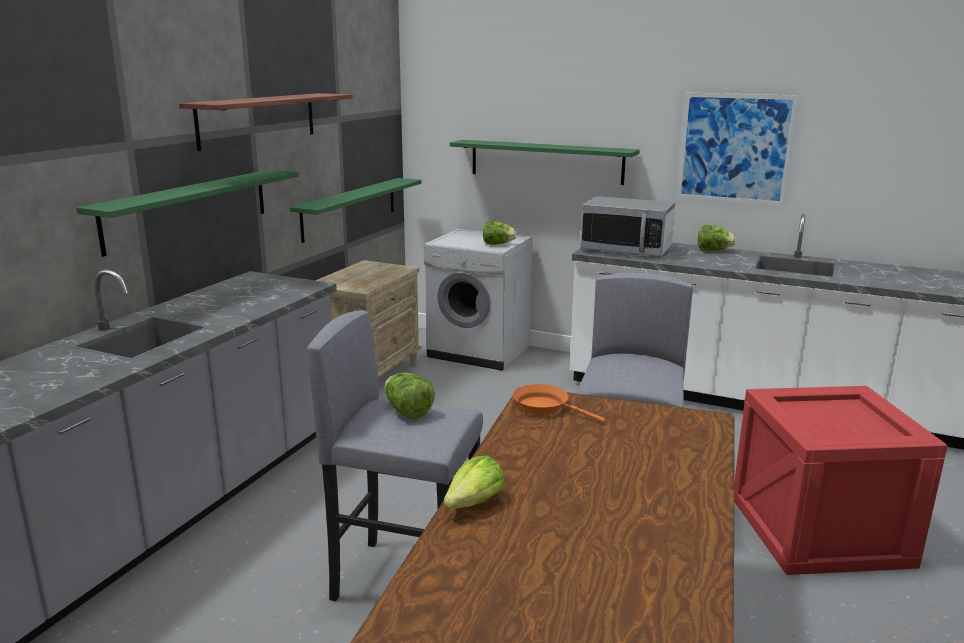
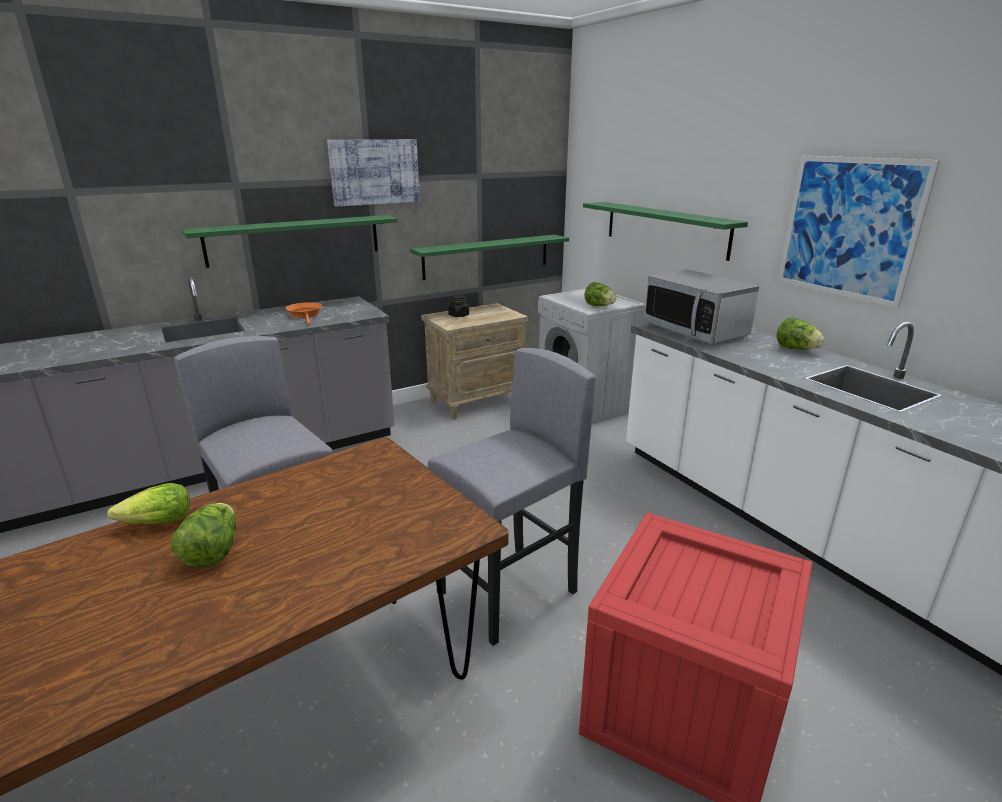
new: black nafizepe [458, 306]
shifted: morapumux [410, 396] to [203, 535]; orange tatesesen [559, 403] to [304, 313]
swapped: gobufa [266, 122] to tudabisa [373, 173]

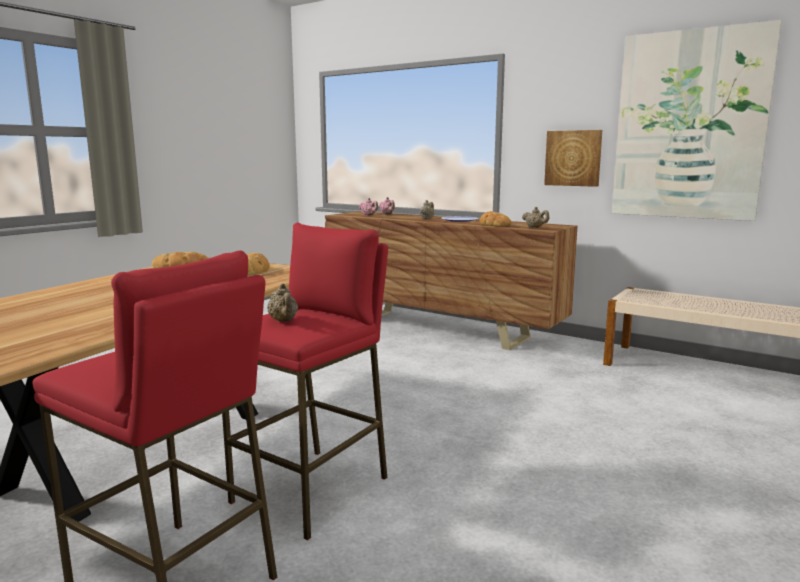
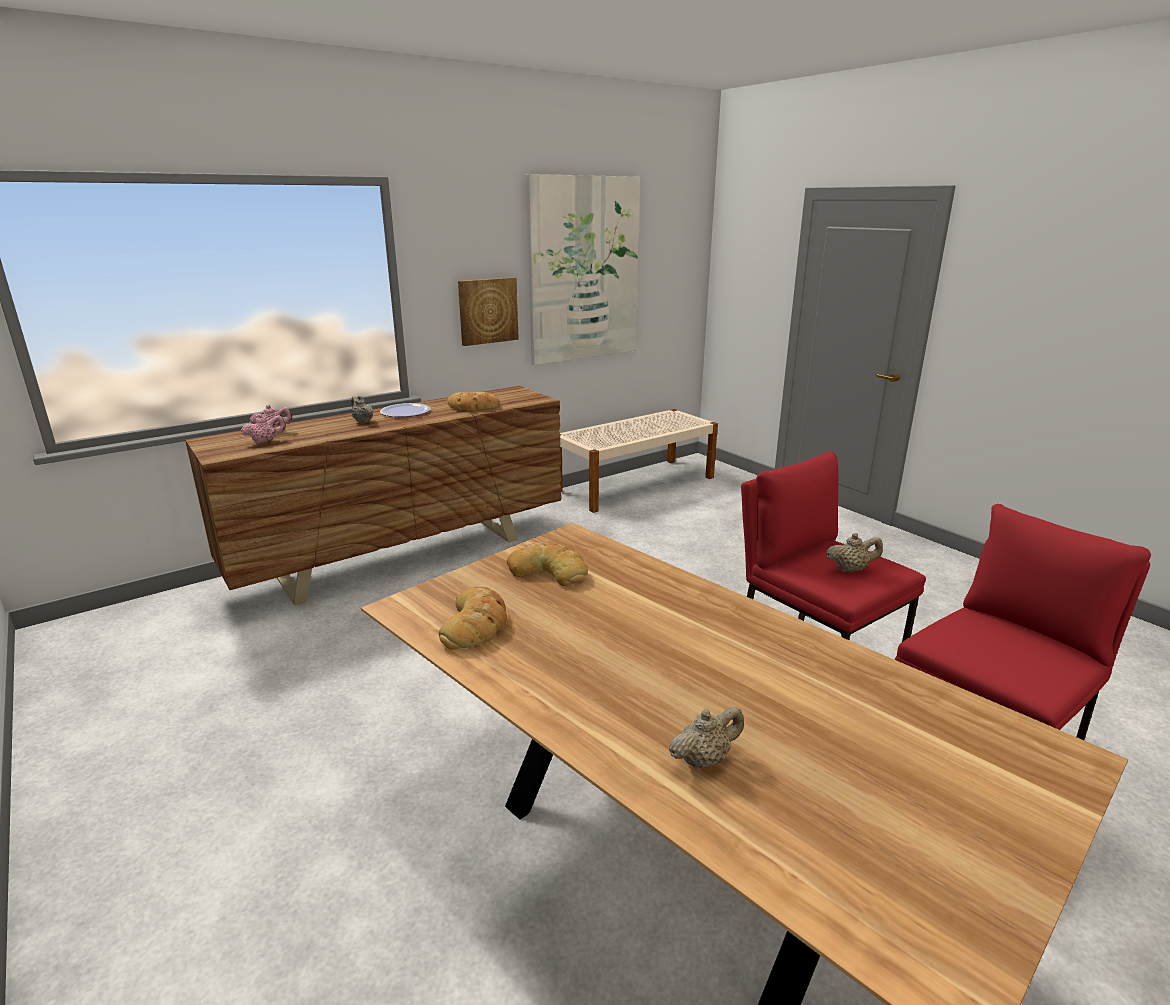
shifted: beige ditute [535, 217] to [706, 738]

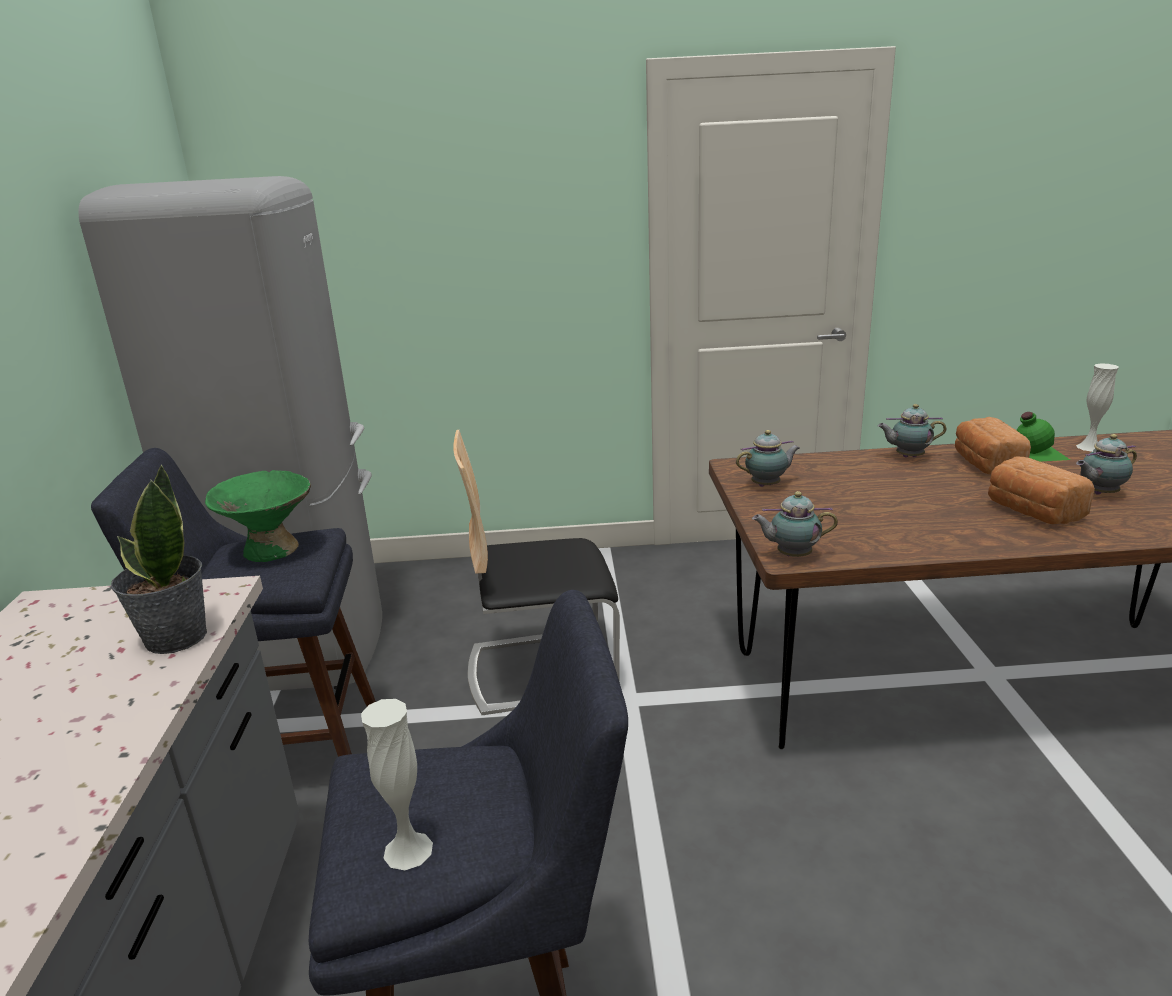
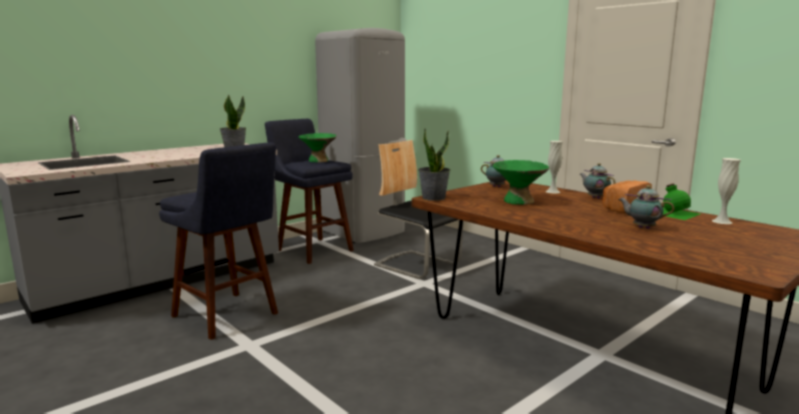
gone: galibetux [1041, 490]
new: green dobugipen [521, 182]
shifted: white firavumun [397, 784] to [554, 167]
swapped: ditute [795, 524] to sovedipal [434, 165]

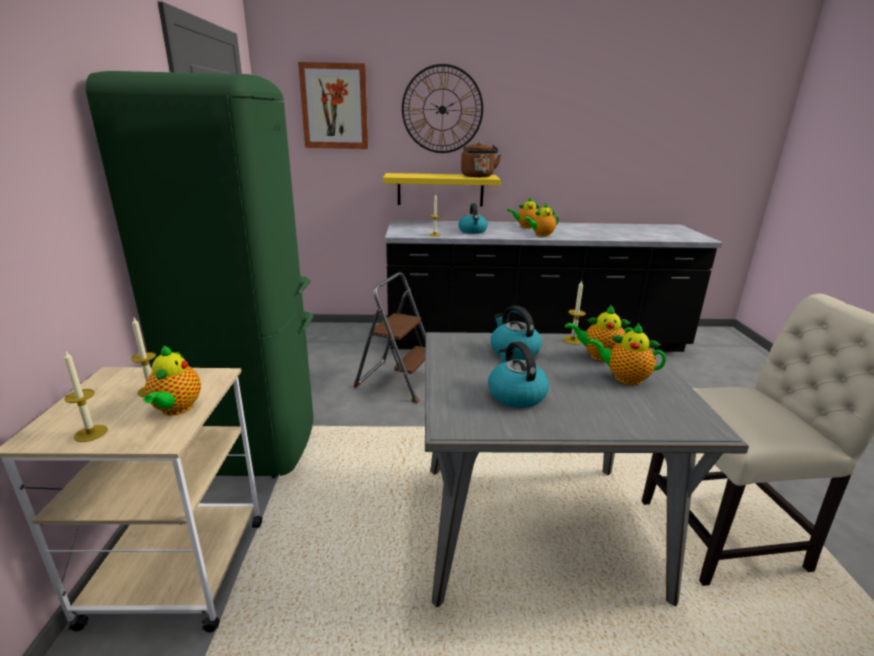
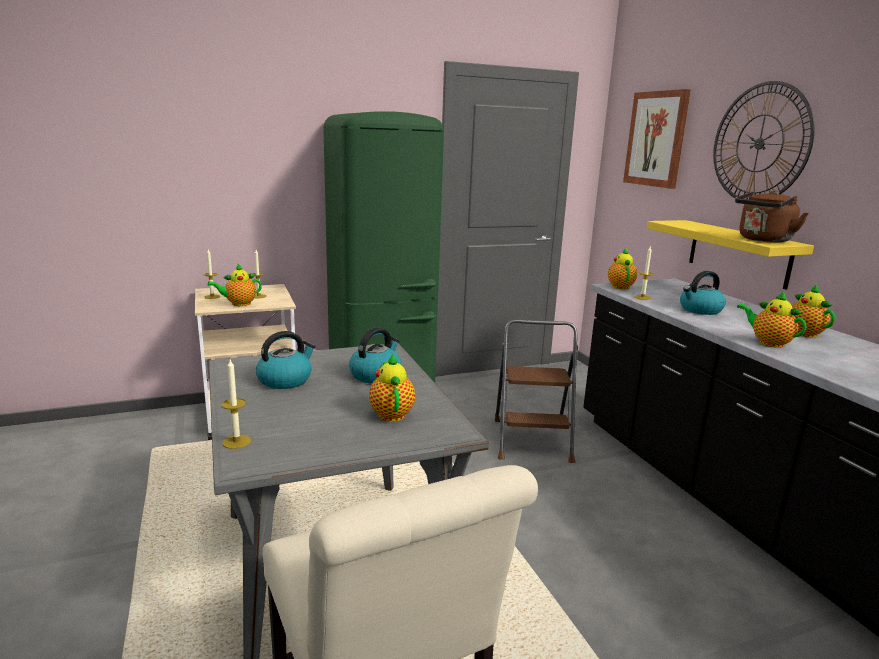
shifted: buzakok [574, 312] to [236, 404]; ditute [626, 354] to [622, 268]

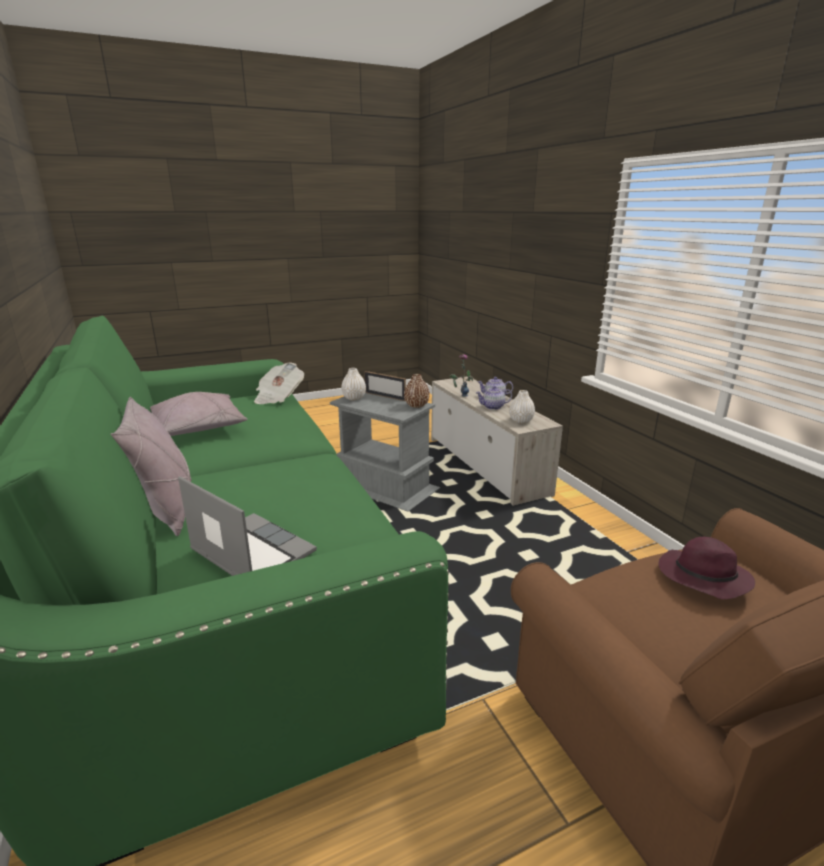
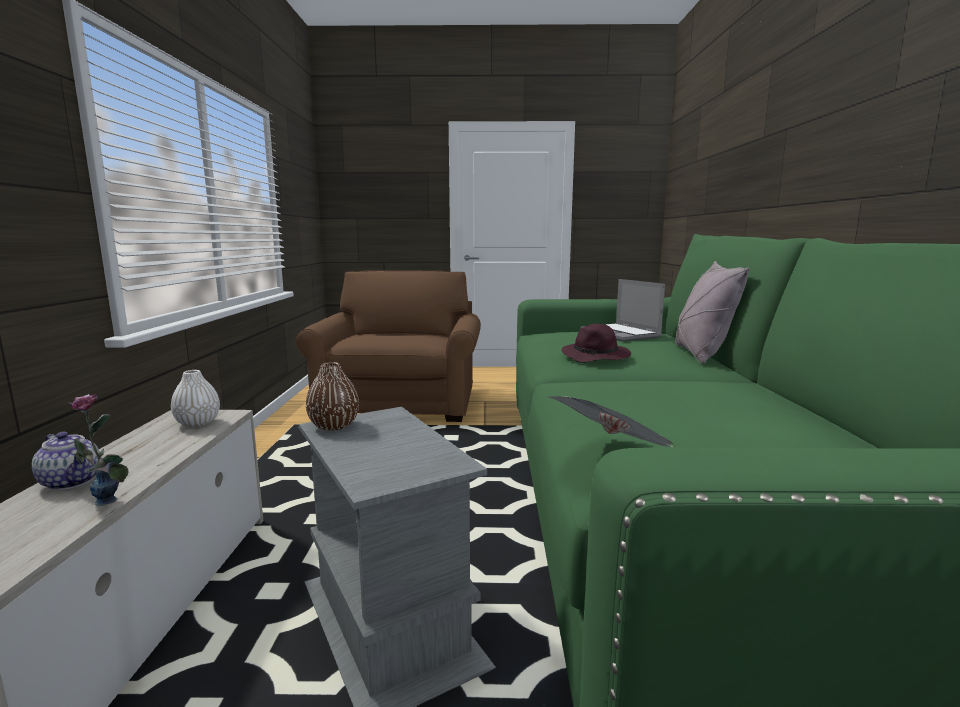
gone: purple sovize [199, 414]; white firavumun [353, 384]; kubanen [385, 386]; ditute [494, 398]
shifted: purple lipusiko [707, 568] to [596, 343]

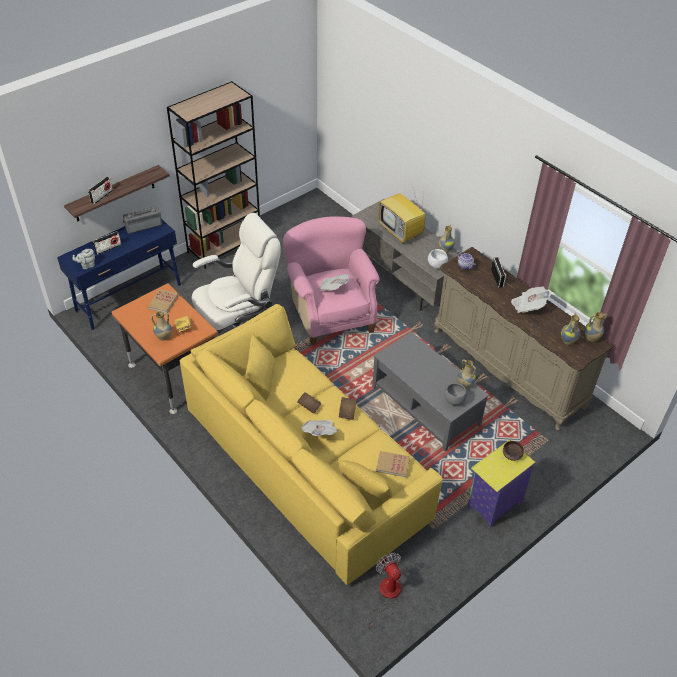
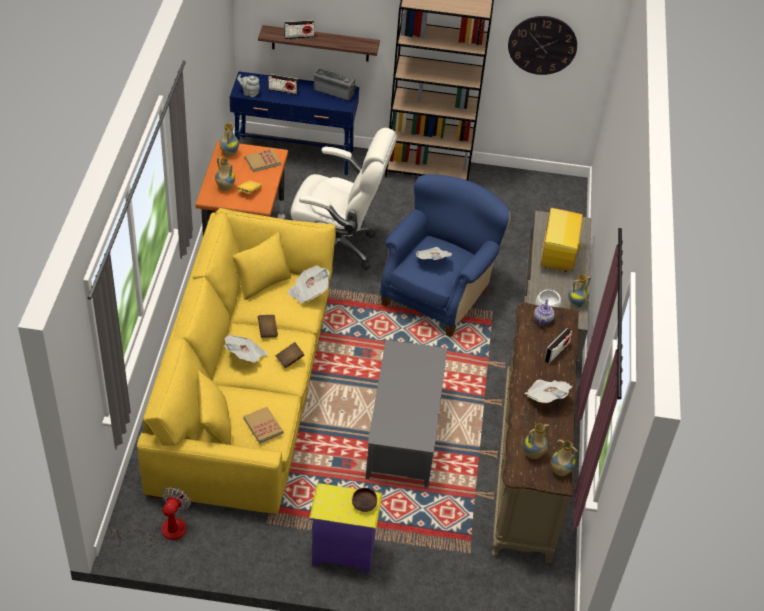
gone: grey dobugipen [455, 394]
new: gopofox [309, 284]; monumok [542, 45]
shifted: firavumun [466, 373] to [229, 139]
repainted: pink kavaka [331, 280] to blue kavaka [445, 255]

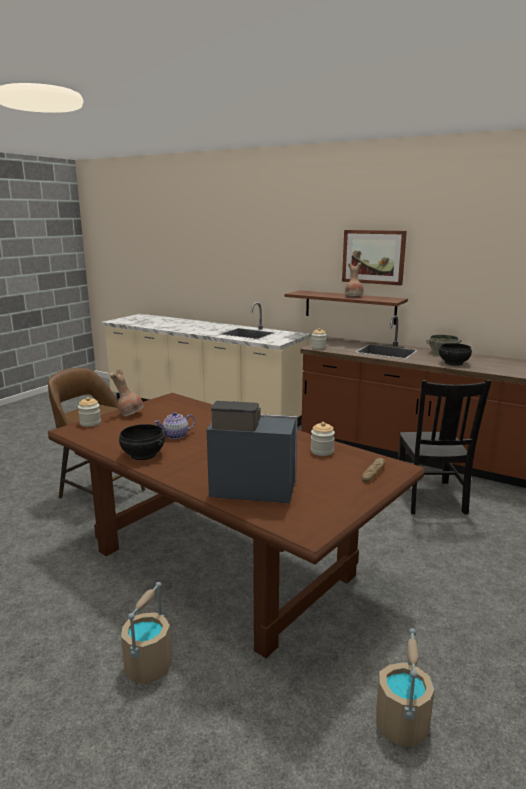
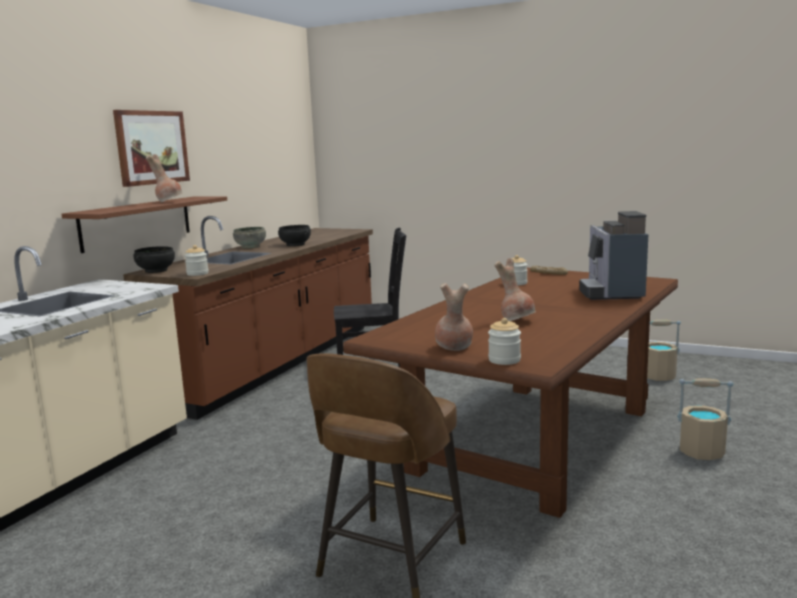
shifted: black dobugipen [142, 442] to [154, 259]
swapped: ditute [174, 425] to brown firavumun [515, 289]

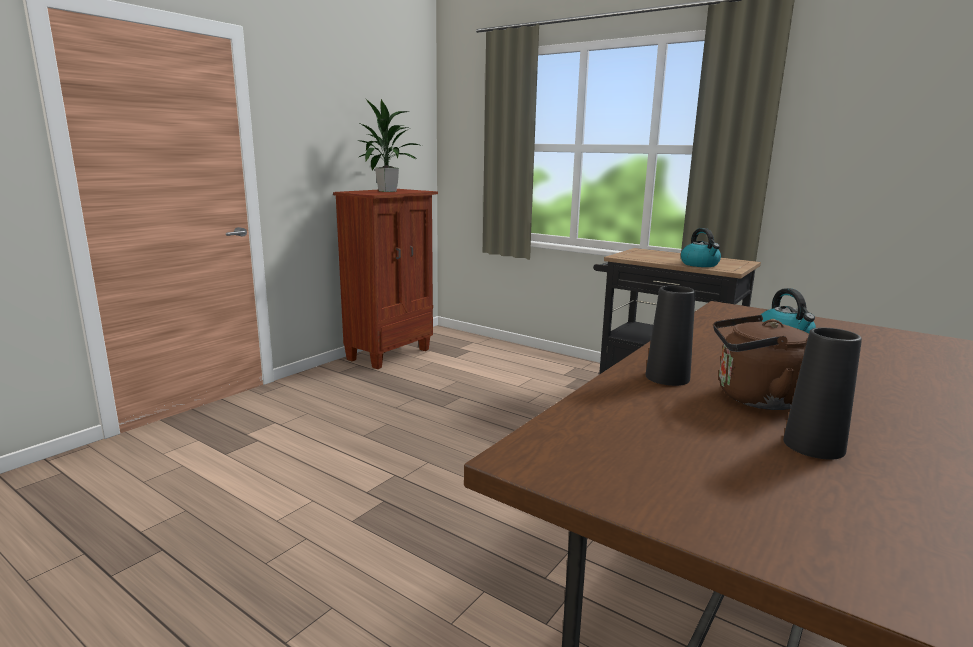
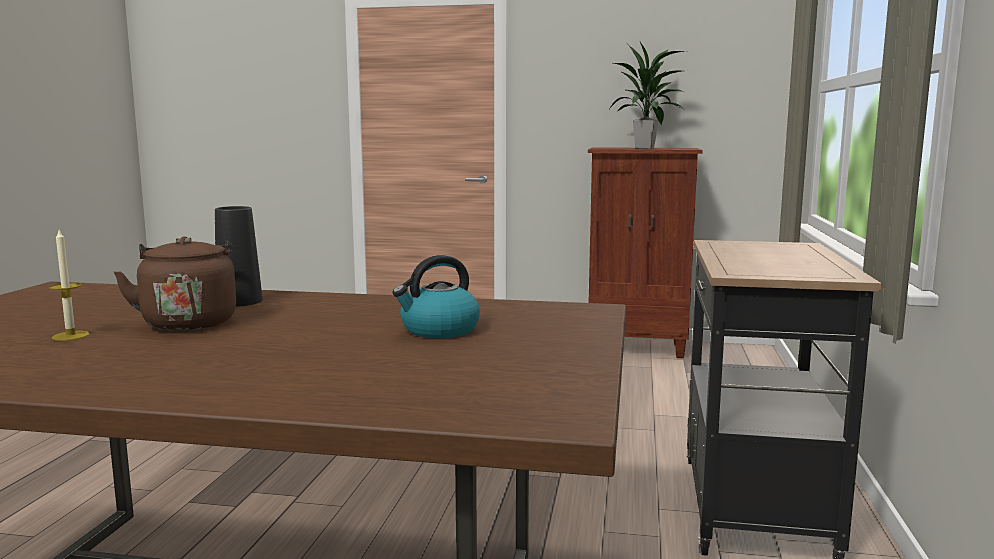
gone: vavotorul [701, 247]
swapped: black firavumun [822, 394] to buzakok [69, 285]

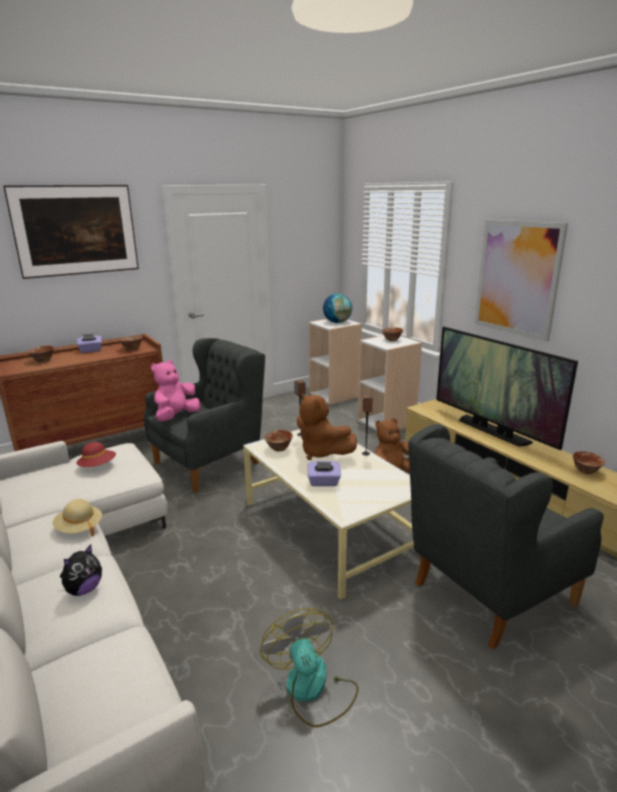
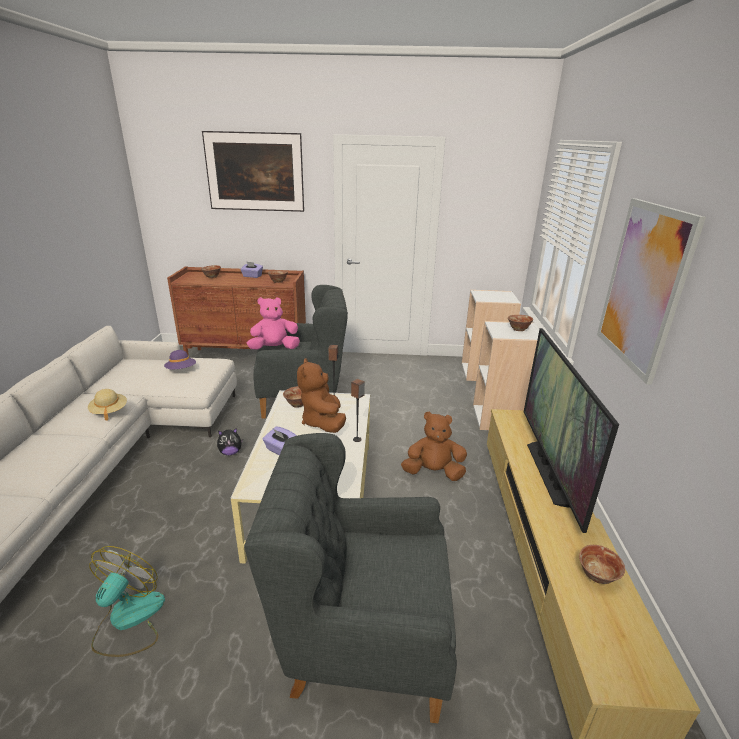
gone: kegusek [337, 308]
shifted: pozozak [81, 570] to [230, 441]
repainted: red lipusiko [96, 454] to purple lipusiko [180, 359]

